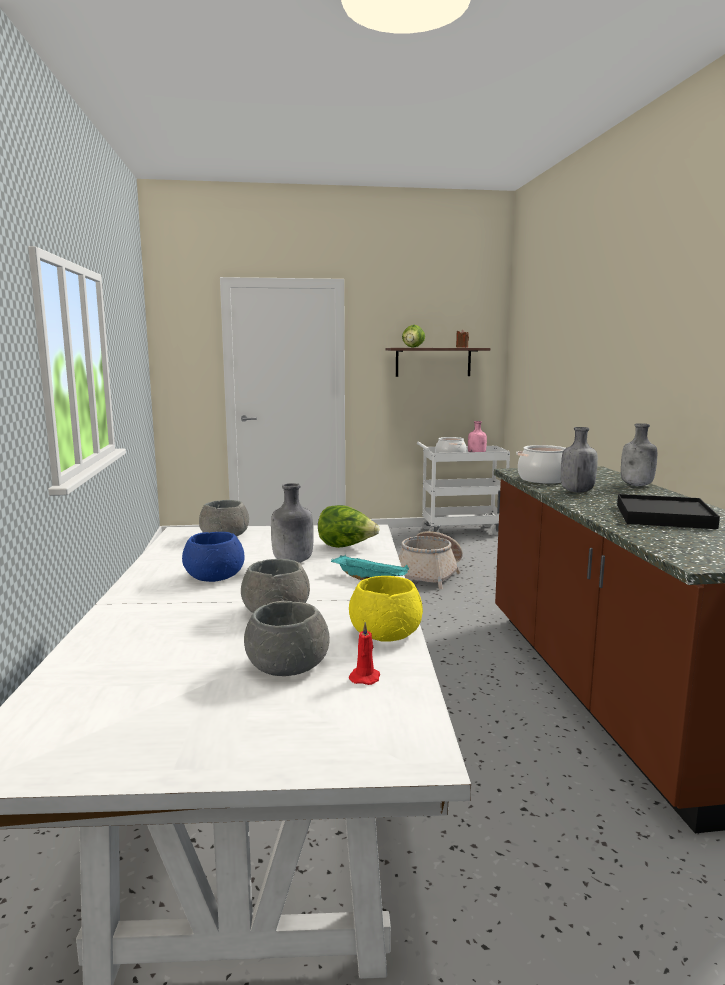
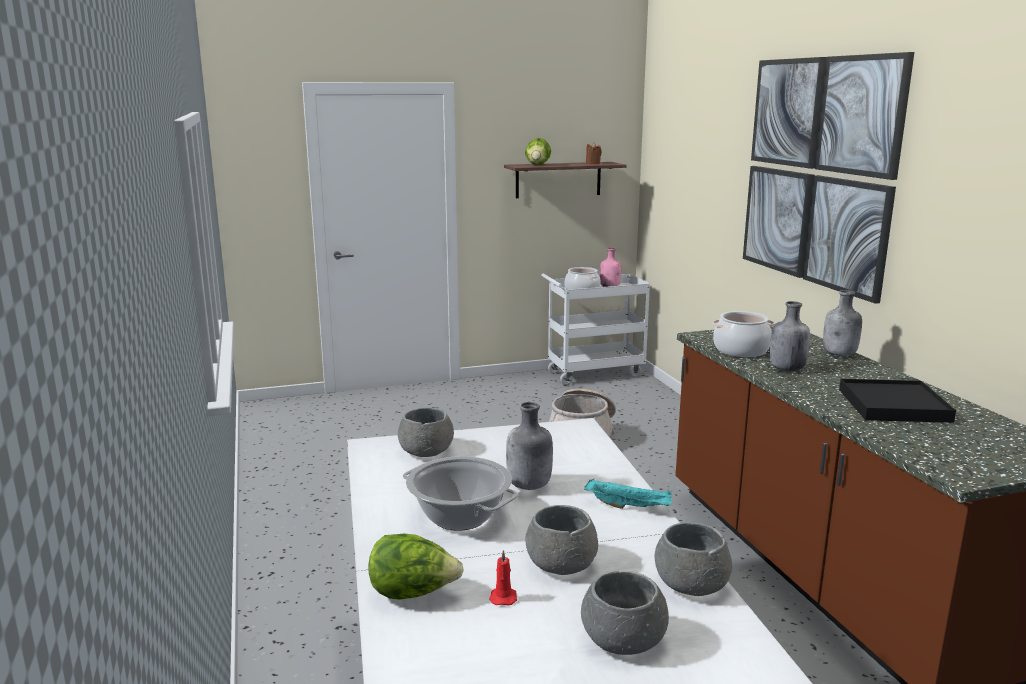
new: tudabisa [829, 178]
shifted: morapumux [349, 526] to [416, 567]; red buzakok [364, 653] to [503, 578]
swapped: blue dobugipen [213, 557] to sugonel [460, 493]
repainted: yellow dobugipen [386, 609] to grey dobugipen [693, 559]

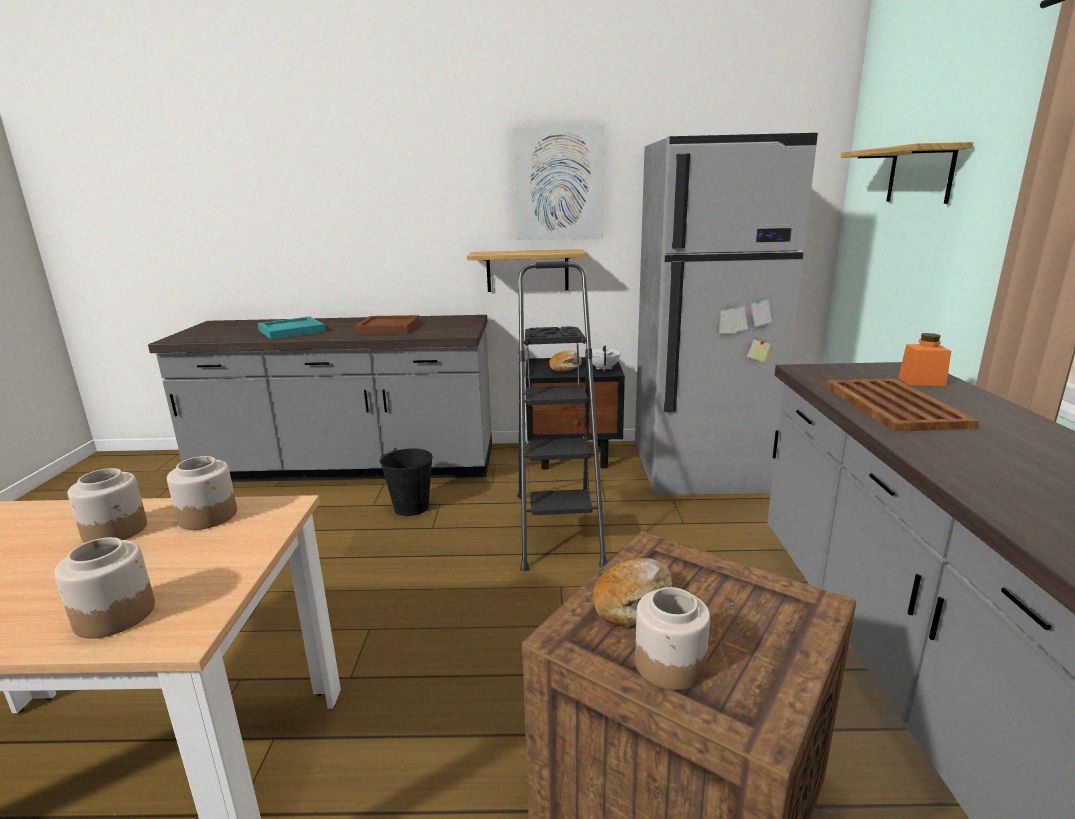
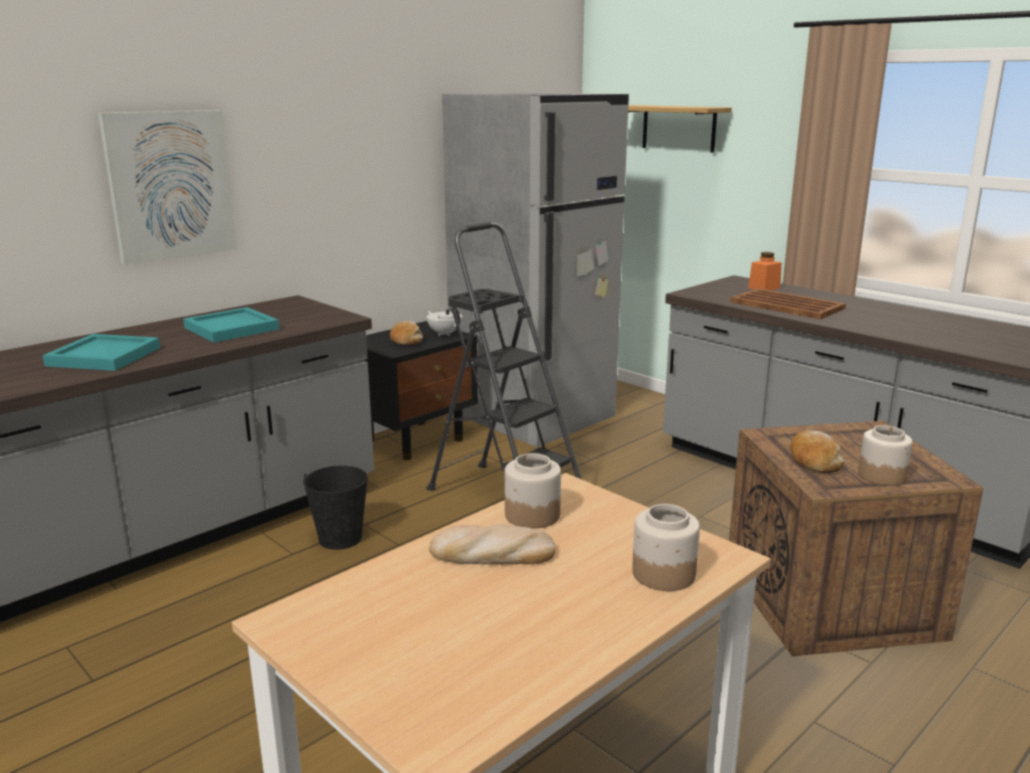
gone: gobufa [526, 270]
shifted: tudabisa [558, 182] to [167, 187]
swapped: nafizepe [107, 505] to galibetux [492, 544]
repainted: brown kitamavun [386, 324] to turquoise kitamavun [231, 325]

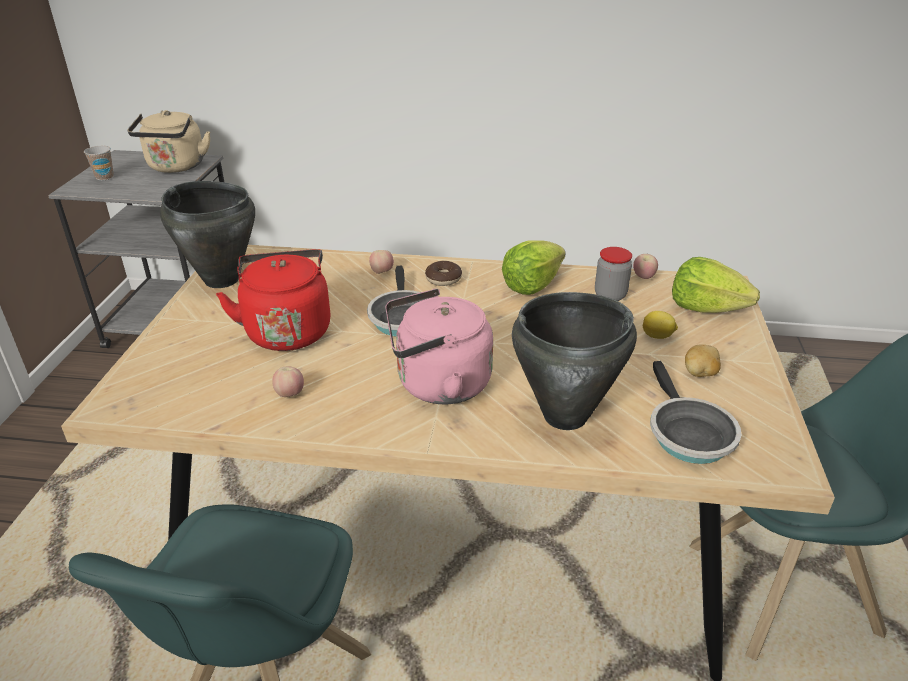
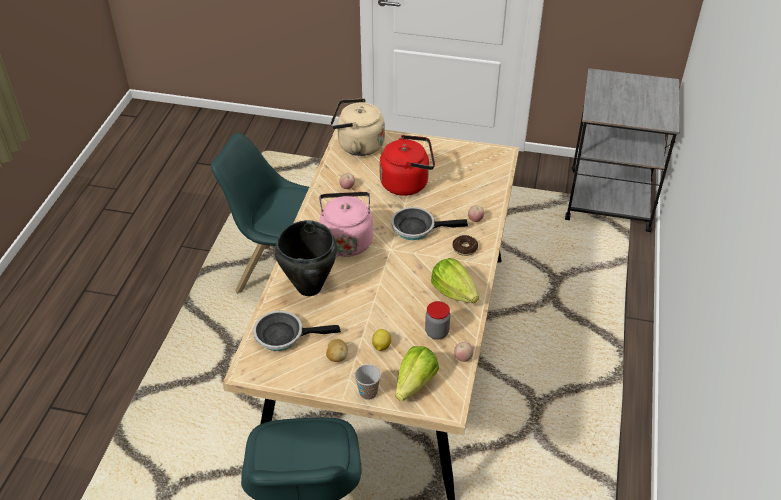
gone: black sugonel [207, 234]
shifted: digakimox [99, 163] to [368, 382]; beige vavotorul [168, 141] to [357, 127]

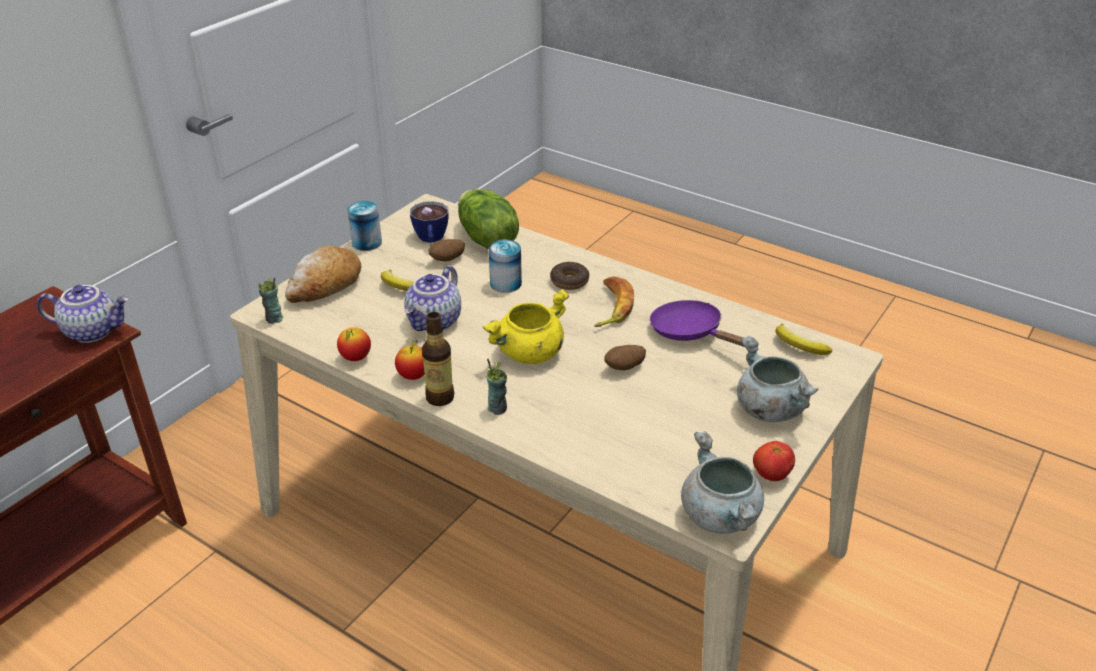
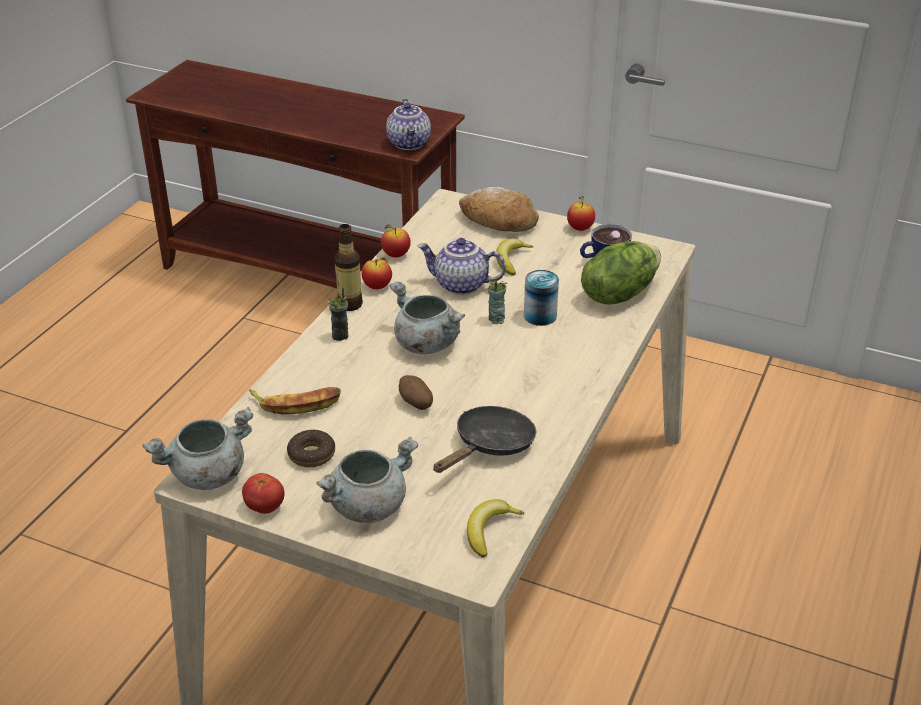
gone: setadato [446, 250]
shifted: digakimox [270, 300] to [498, 301]; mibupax [569, 276] to [311, 448]; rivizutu [614, 301] to [295, 401]
swapped: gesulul [364, 226] to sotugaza [581, 213]
repainted: yellow sugonel [526, 326] to grey sugonel [427, 317]; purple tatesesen [697, 323] to black tatesesen [484, 439]

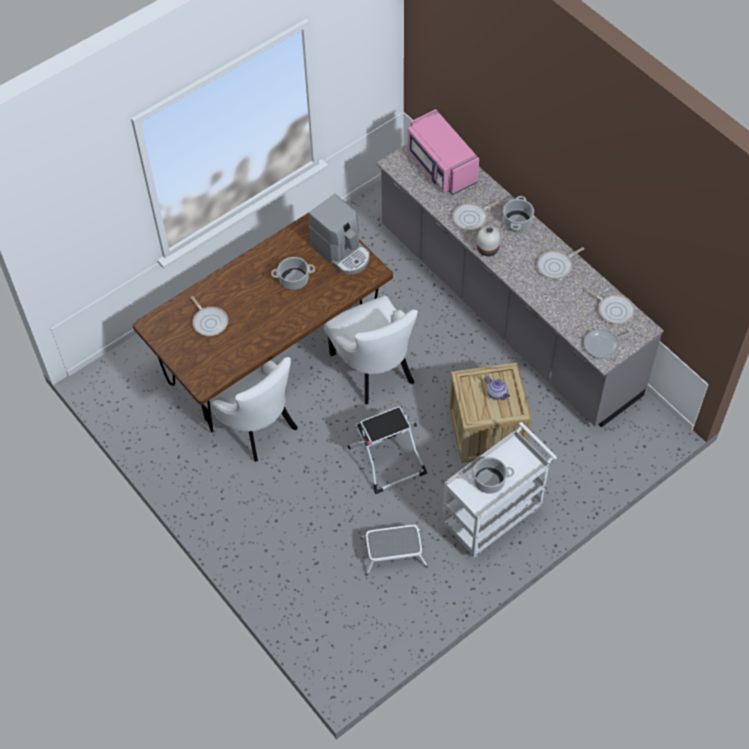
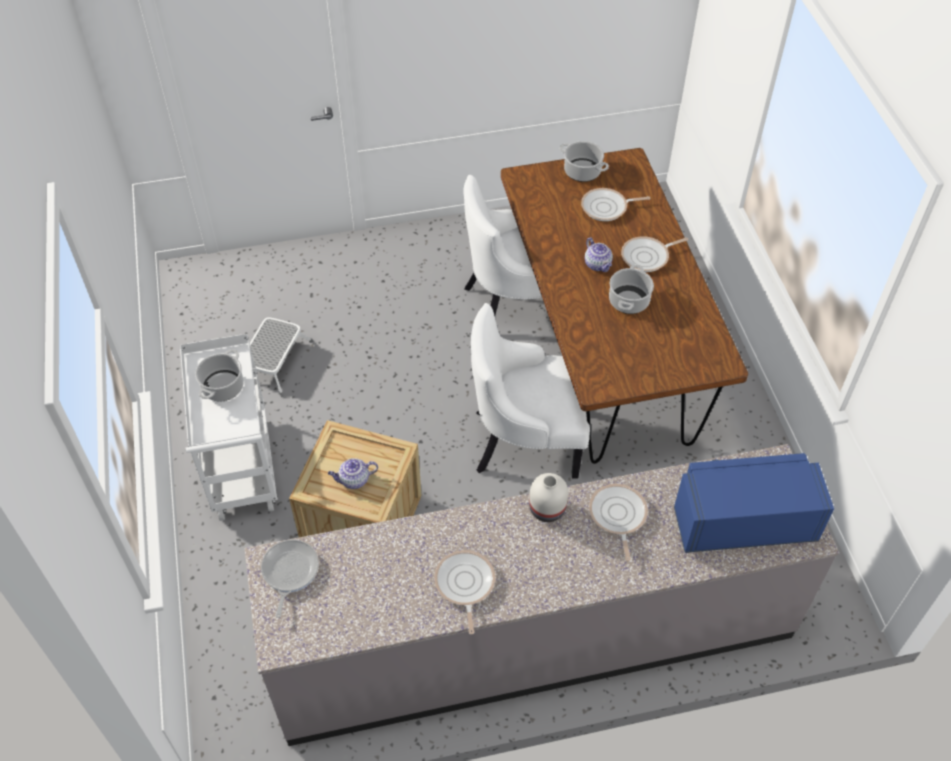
gone: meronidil [339, 234]; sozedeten [387, 450]
new: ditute [599, 255]
shifted: sugonel [518, 214] to [584, 161]; tatesesen [610, 306] to [654, 254]
repainted: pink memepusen [443, 152] to blue memepusen [754, 503]

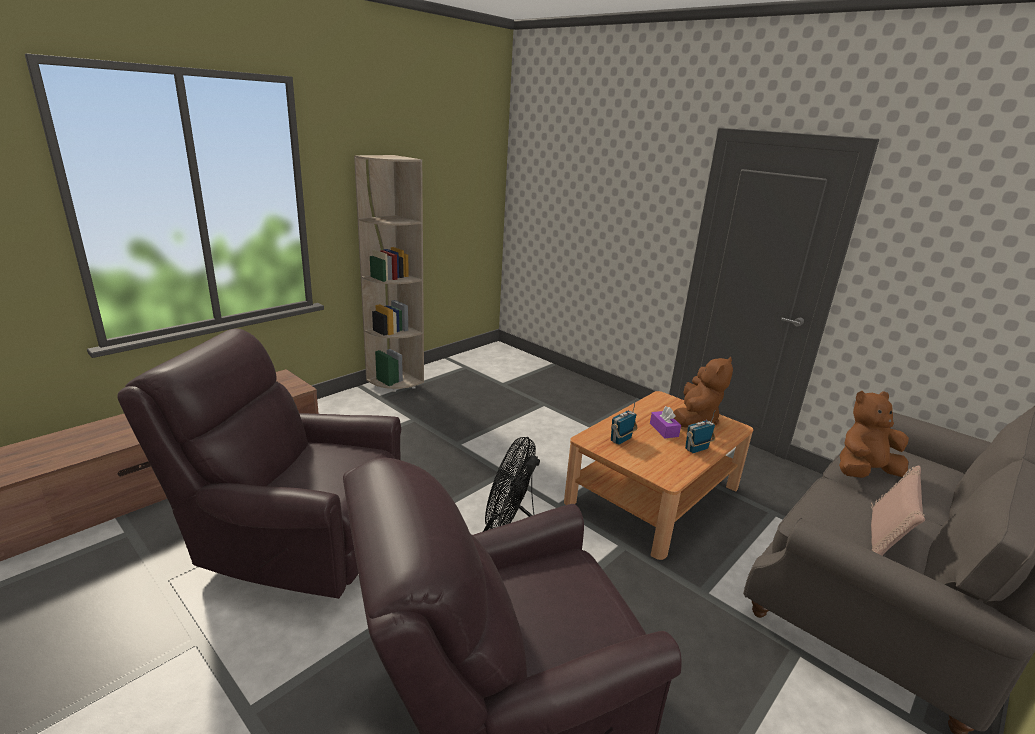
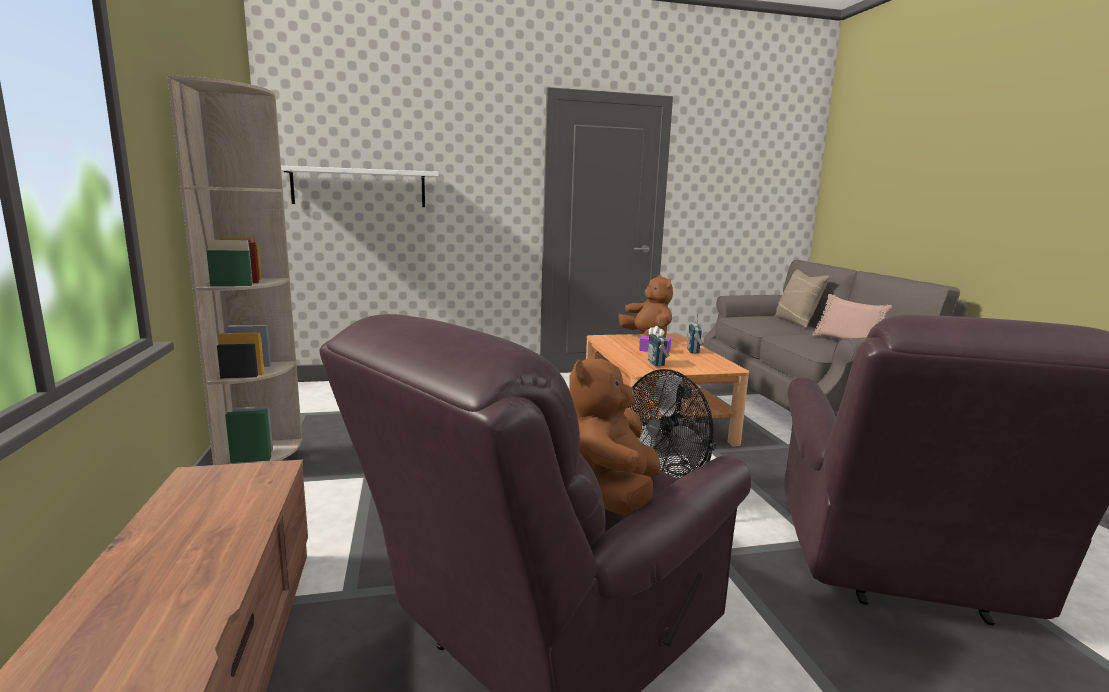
new: white gobufa [360, 186]; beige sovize [802, 298]
shifted: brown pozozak [874, 434] to [615, 433]

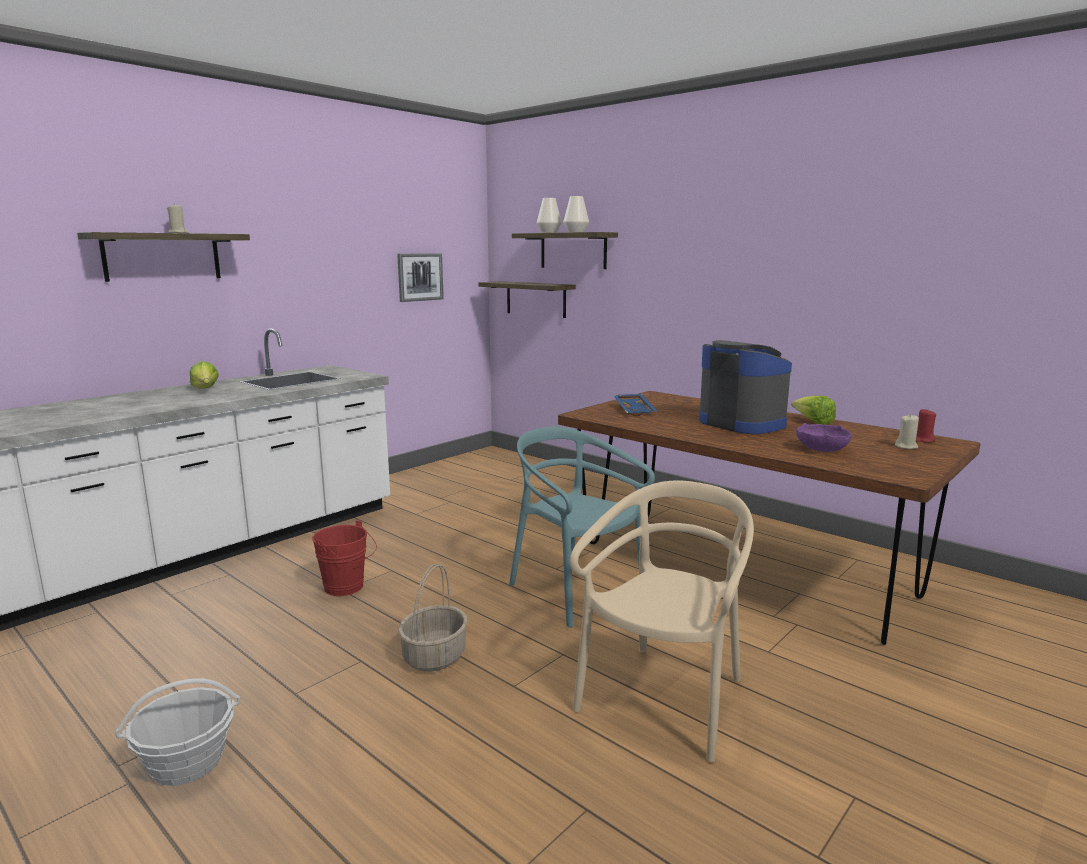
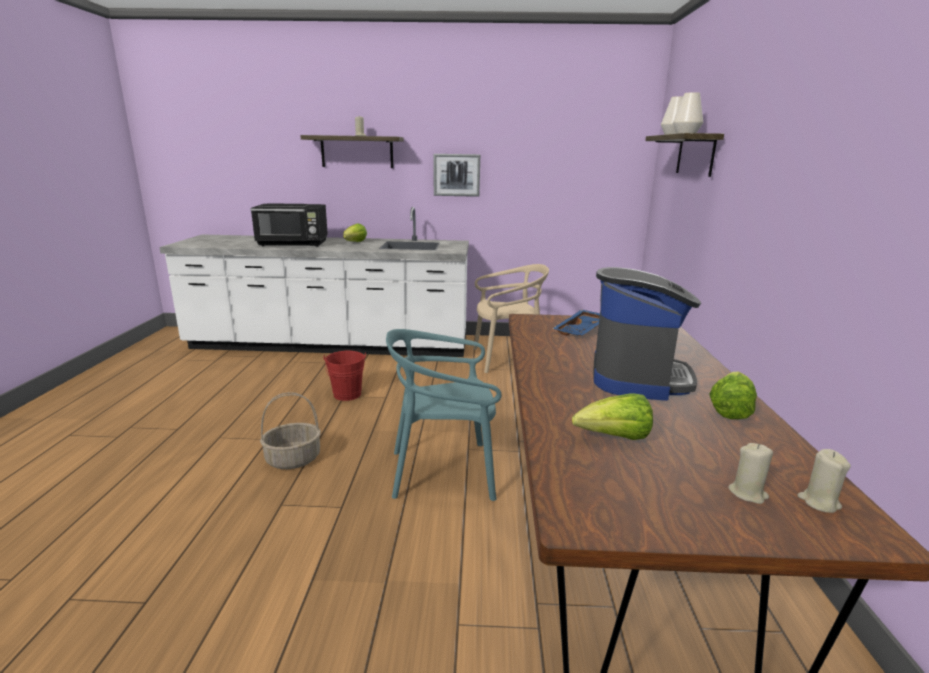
gone: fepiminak [177, 732]; gobufa [527, 299]
new: black memepusen [289, 225]
shifted: tudabisa [420, 277] to [457, 175]; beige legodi [662, 621] to [511, 318]
swapped: purple dobugipen [824, 437] to morapumux [612, 416]
repainted: red buzakok [926, 426] to beige buzakok [824, 481]
rotated: turquoise legodi [582, 527] = [444, 415] 105 degrees counterclockwise

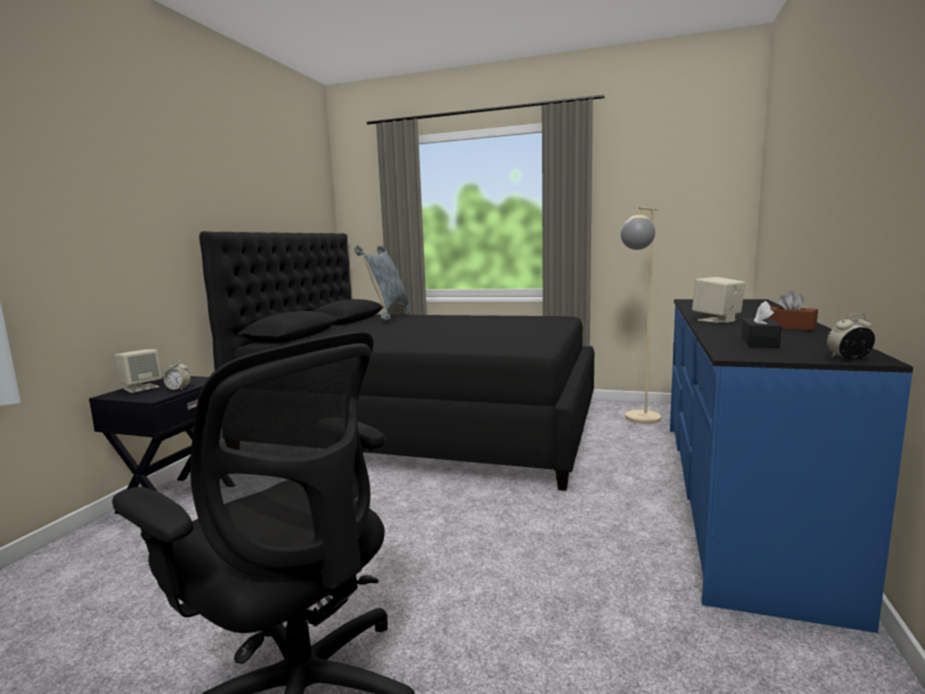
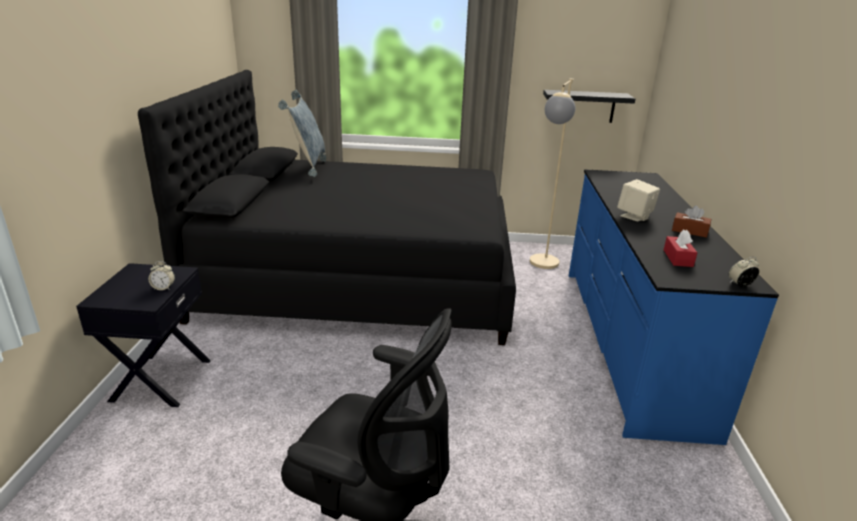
gone: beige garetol [138, 371]
new: black gobufa [589, 106]
repainted: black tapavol [761, 324] to red tapavol [680, 248]

